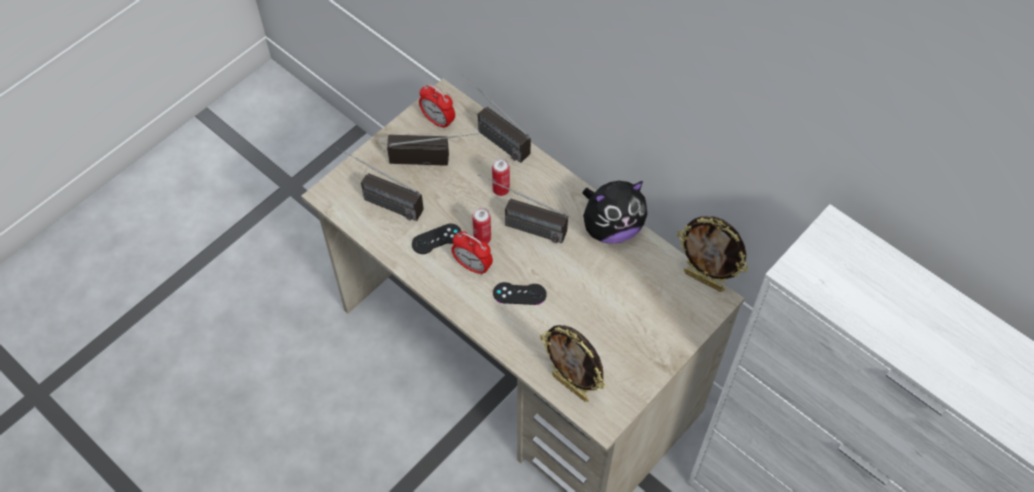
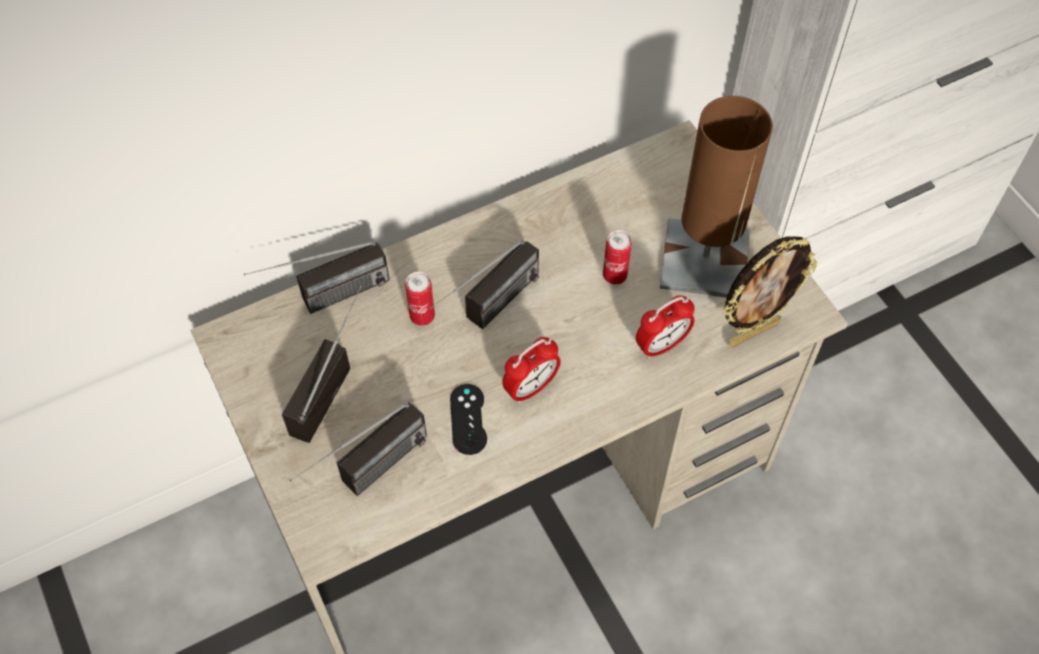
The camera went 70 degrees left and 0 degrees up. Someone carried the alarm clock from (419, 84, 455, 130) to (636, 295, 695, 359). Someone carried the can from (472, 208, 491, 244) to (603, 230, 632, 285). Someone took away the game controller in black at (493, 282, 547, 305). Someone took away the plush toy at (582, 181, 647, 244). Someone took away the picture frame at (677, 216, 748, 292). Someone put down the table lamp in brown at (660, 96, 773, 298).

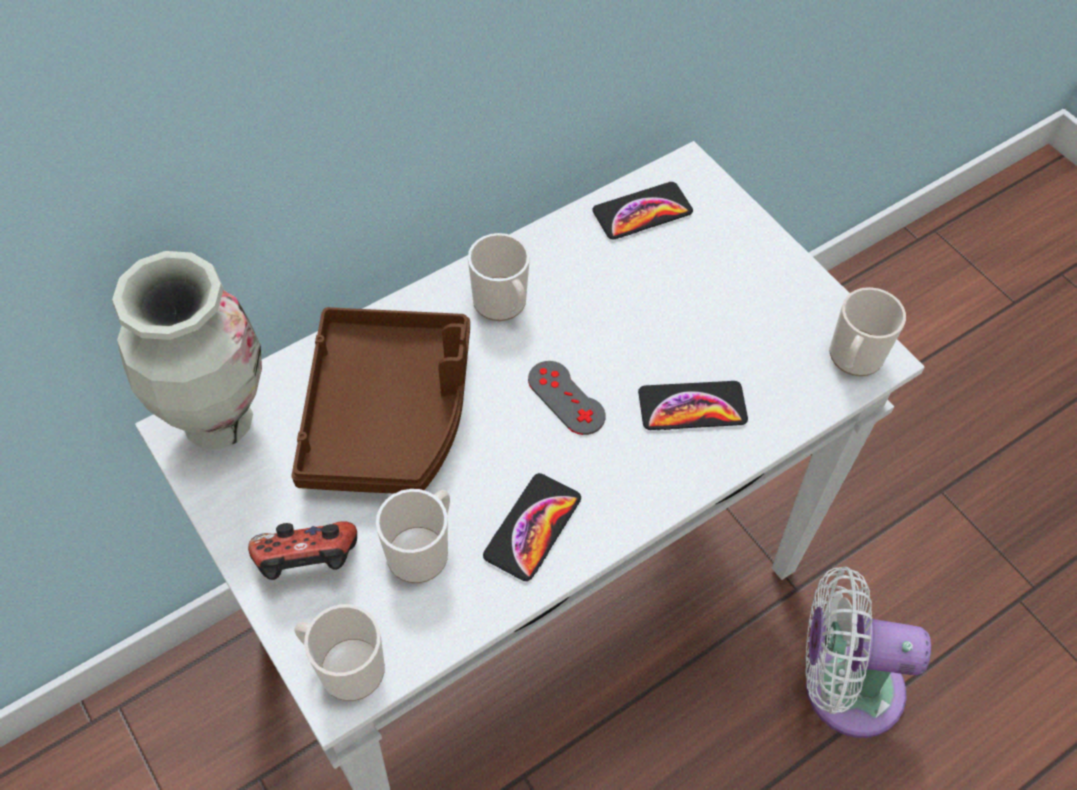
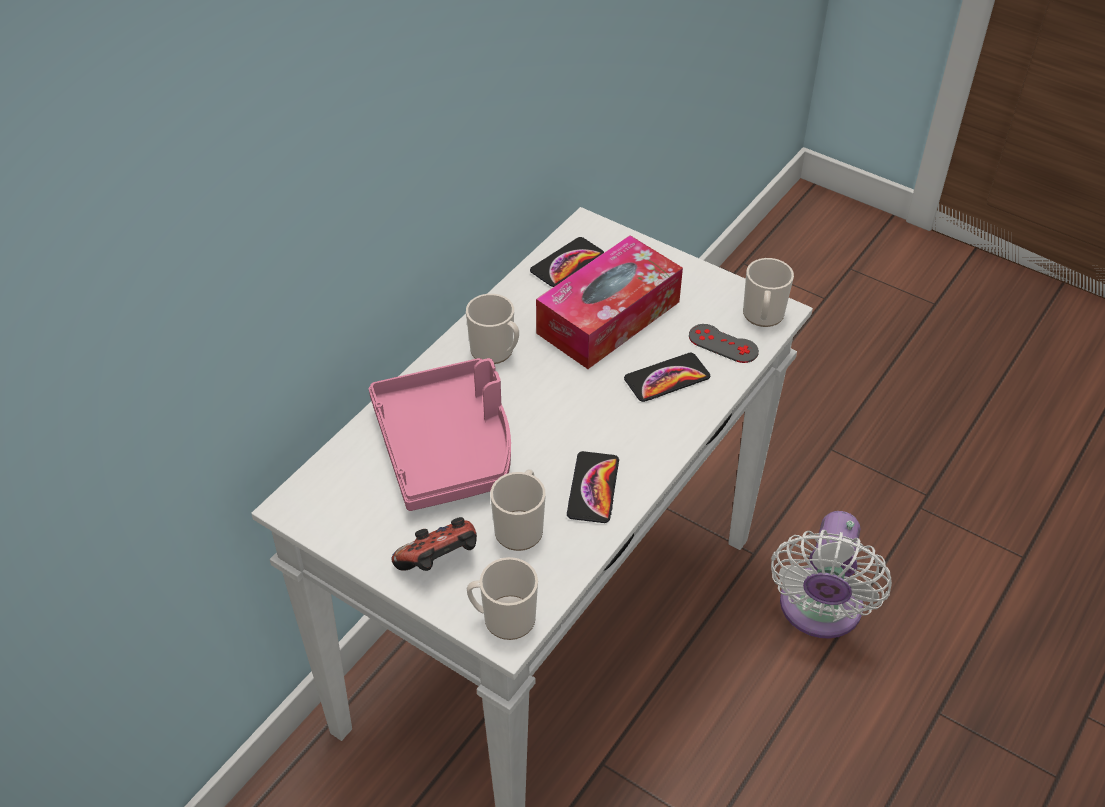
The camera went 20 degrees left and 10 degrees down. Someone took away the vase at (112, 251, 262, 449). Someone repainted the tray in brown at (291, 307, 470, 493), which became the tray in pink at (369, 358, 511, 511). Someone carried the game controller in grey from (528, 361, 606, 435) to (689, 324, 759, 363). Someone rotated the fan in white at (806, 567, 931, 738) by 60 degrees counterclockwise. Someone put down the tissue box at (536, 235, 683, 369).

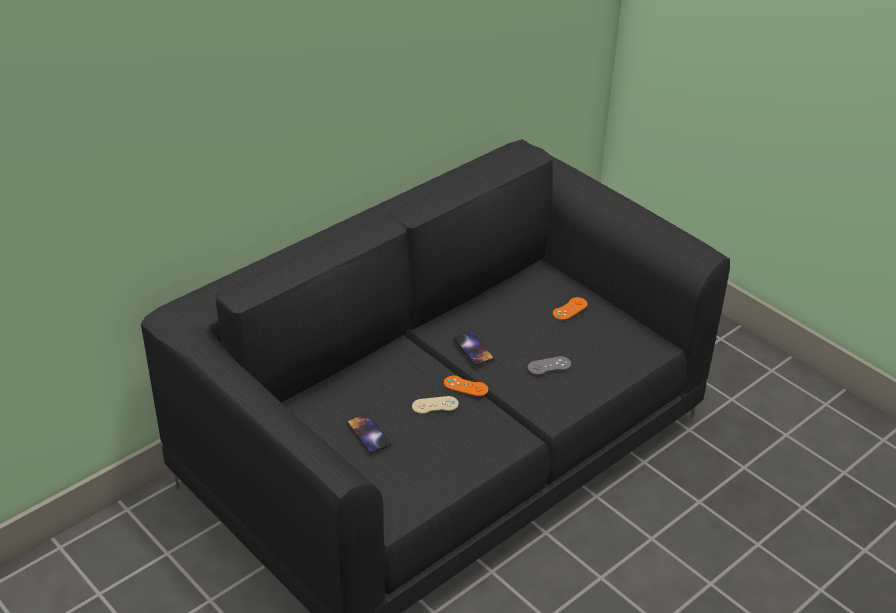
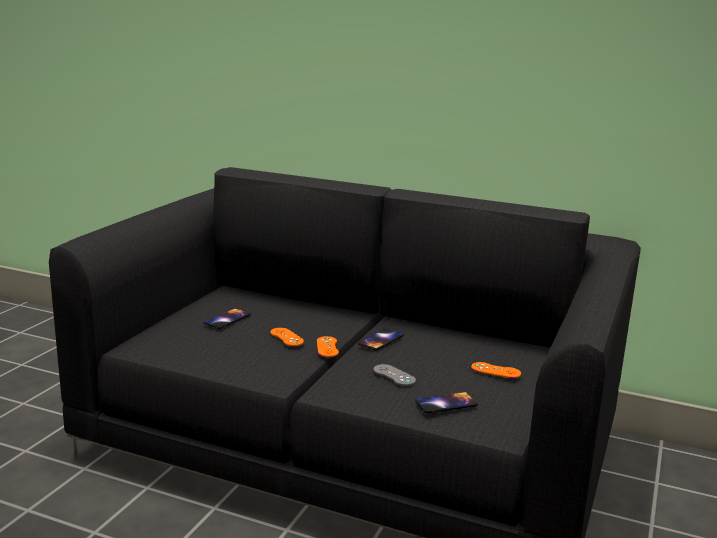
The camera went 65 degrees right and 20 degrees down. Someone repainted the game controller in beige at (412, 396, 459, 414), which became the game controller in orange at (270, 328, 304, 346). Someone put down the phone at (415, 392, 478, 413).

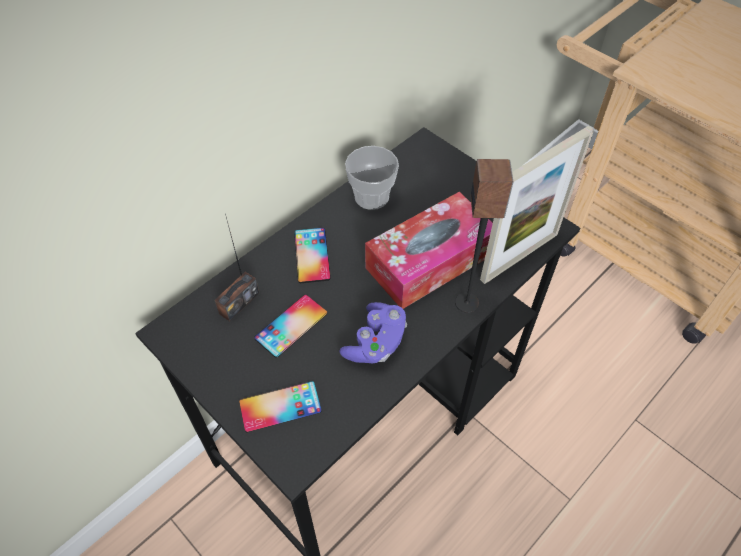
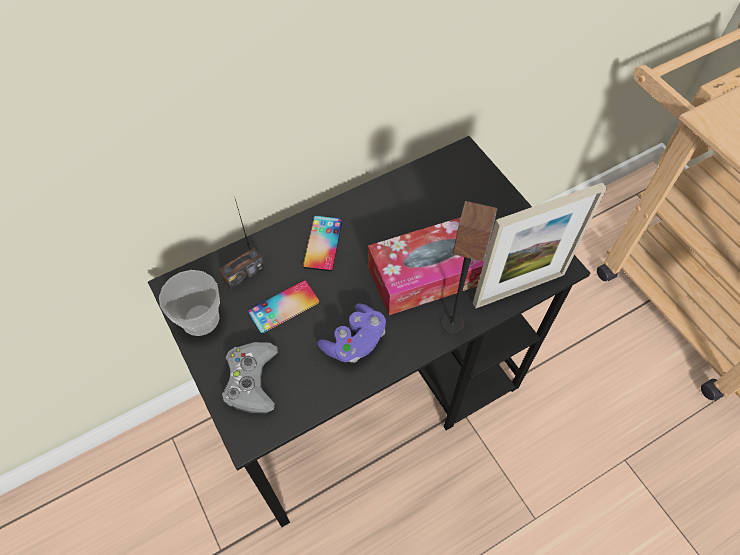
The camera went 15 degrees right and 5 degrees up. Someone swapped the phone at (239, 381, 322, 432) for the game controller in grey at (222, 342, 278, 413). Someone carried the cup from (345, 146, 399, 210) to (159, 270, 220, 336).

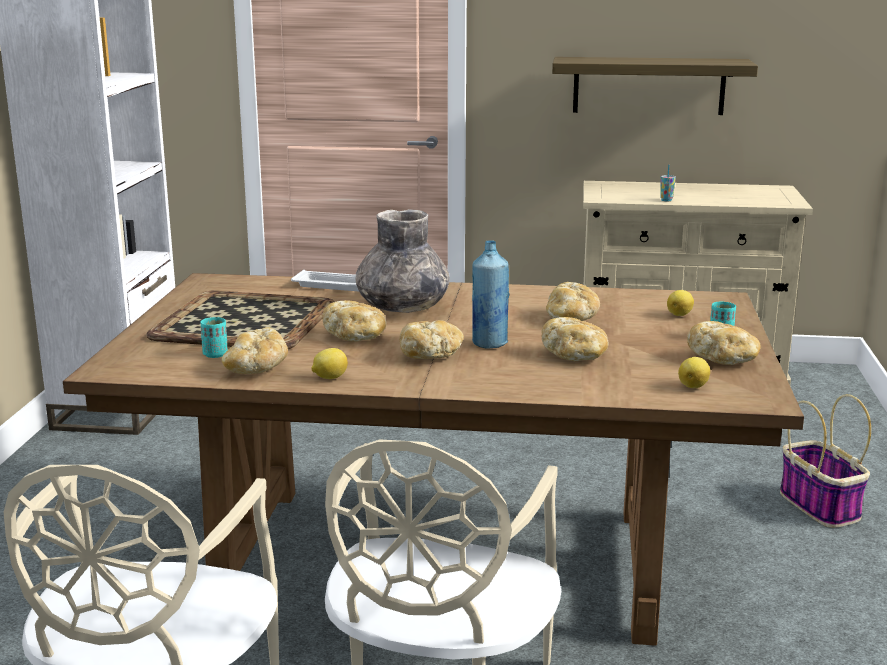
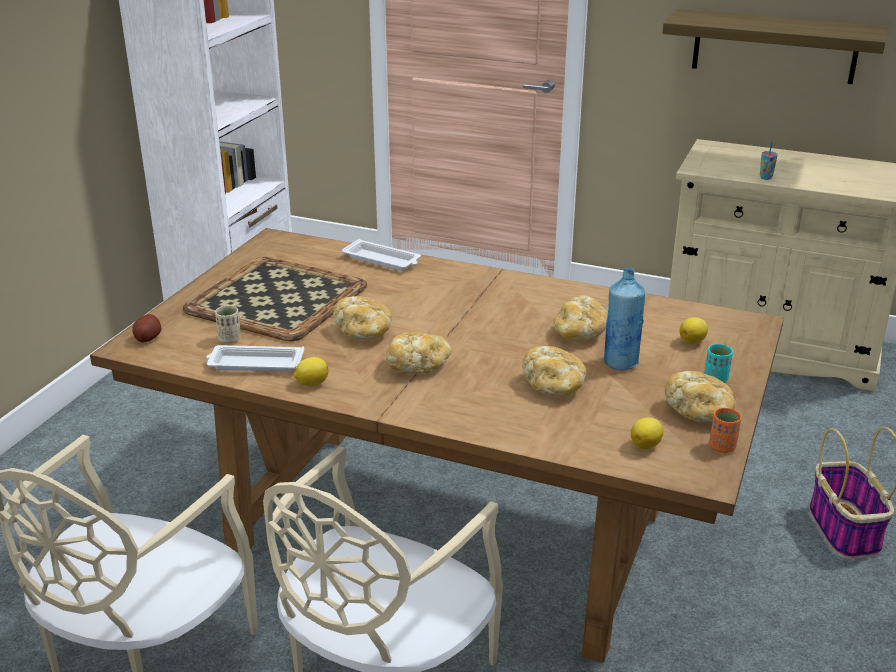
The camera went 15 degrees right and 10 degrees up. Someone repainted the cup in turquoise at (200, 317, 227, 358), which became the cup in beige at (215, 305, 241, 343). Someone swapped the bread at (222, 327, 288, 374) for the tray in white at (206, 345, 305, 372). Someone took away the vase in grey at (356, 209, 450, 313). Someone carried the bottle in blue from (472, 240, 510, 349) to (604, 268, 645, 370). Someone put down the potato at (132, 314, 161, 342). Someone put down the cup in orange at (709, 408, 741, 453).

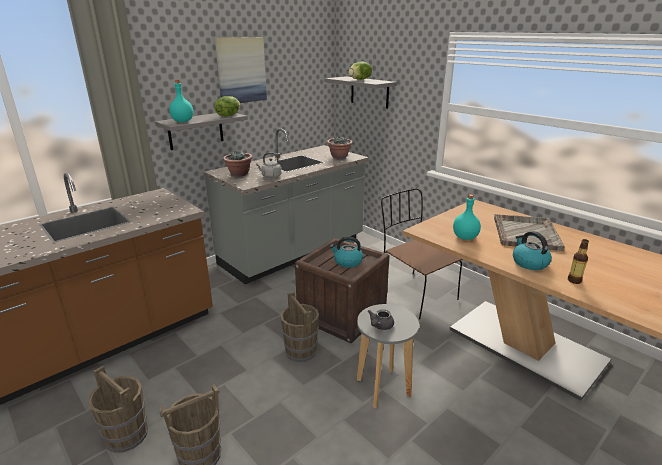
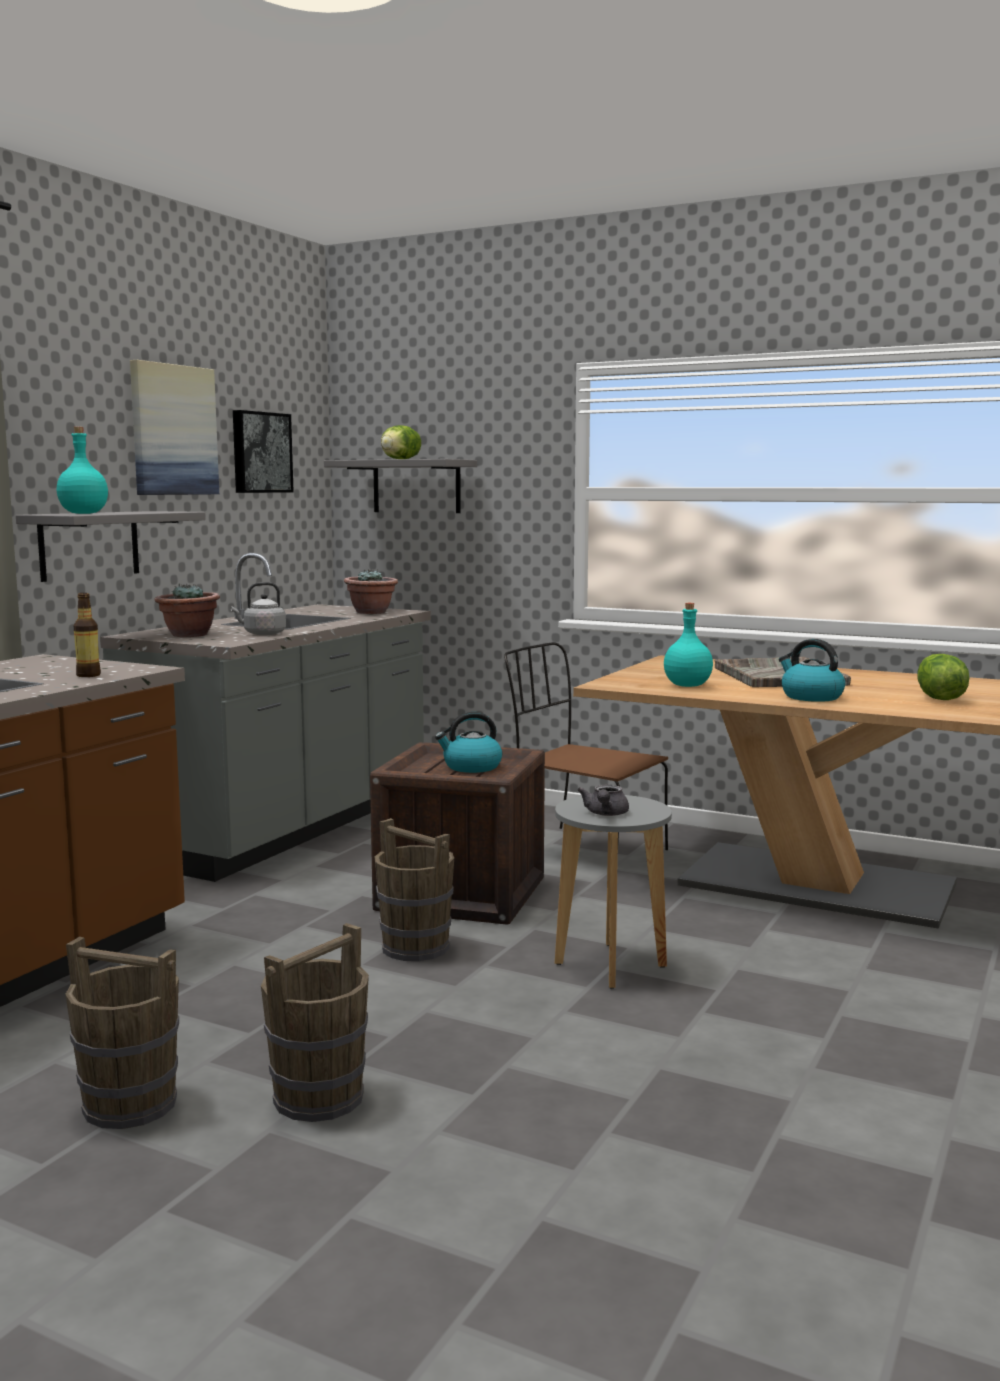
The camera went 20 degrees left and 15 degrees down. Someone carried the lettuce from (214, 96, 240, 117) to (917, 654, 969, 700). Someone carried the bottle from (568, 239, 589, 284) to (74, 593, 101, 677). Someone put up the picture at (233, 410, 294, 493).

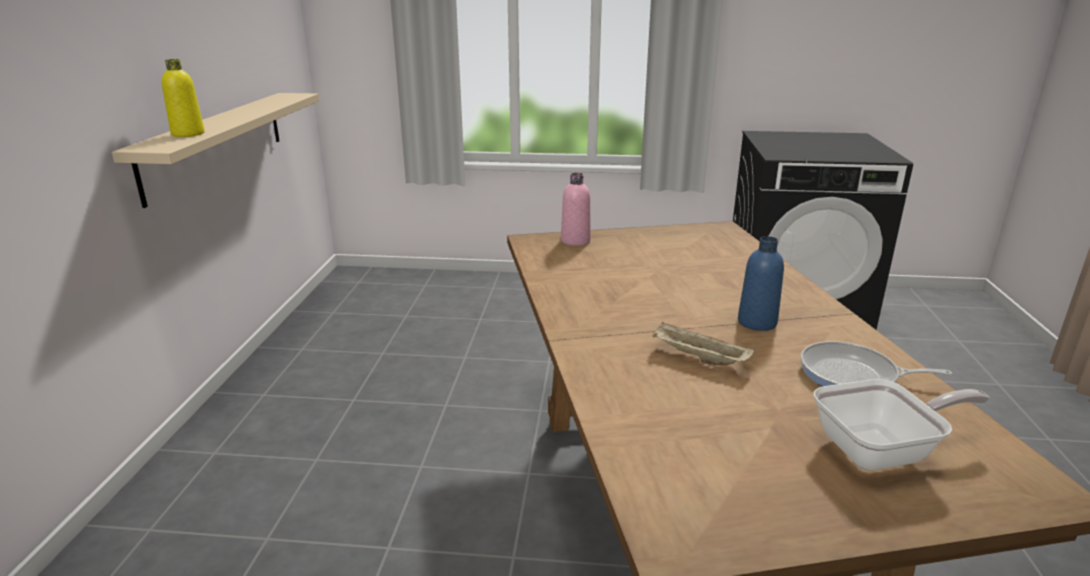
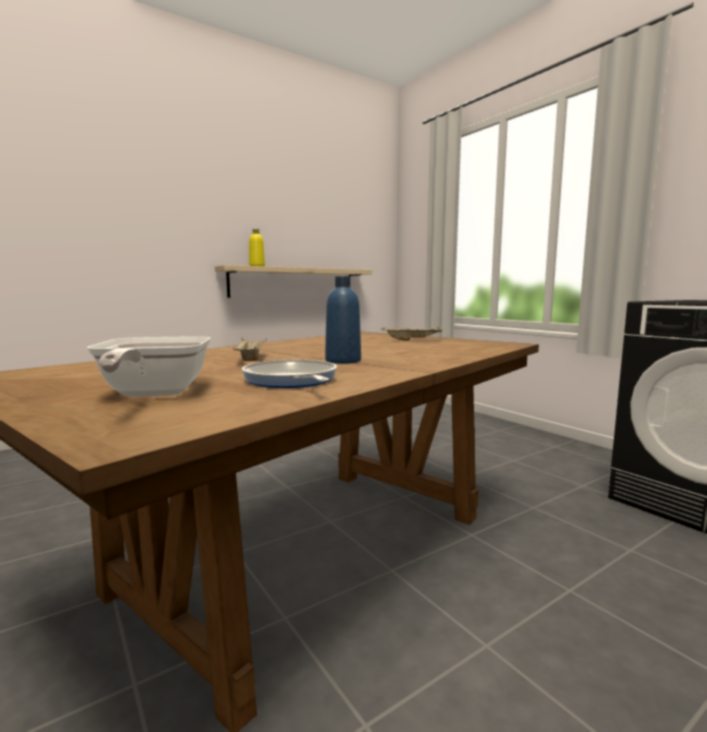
The camera went 50 degrees right and 15 degrees down. Someone took away the bottle in pink at (561, 173, 591, 246). Someone rotated the frying pan at (814, 379, 990, 471) by 45 degrees clockwise. Someone put down the tray in beige at (381, 327, 442, 341).

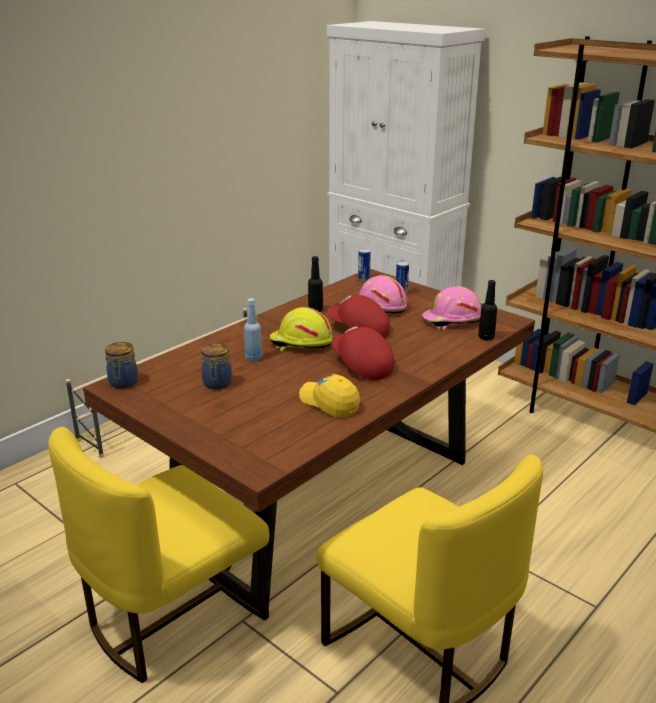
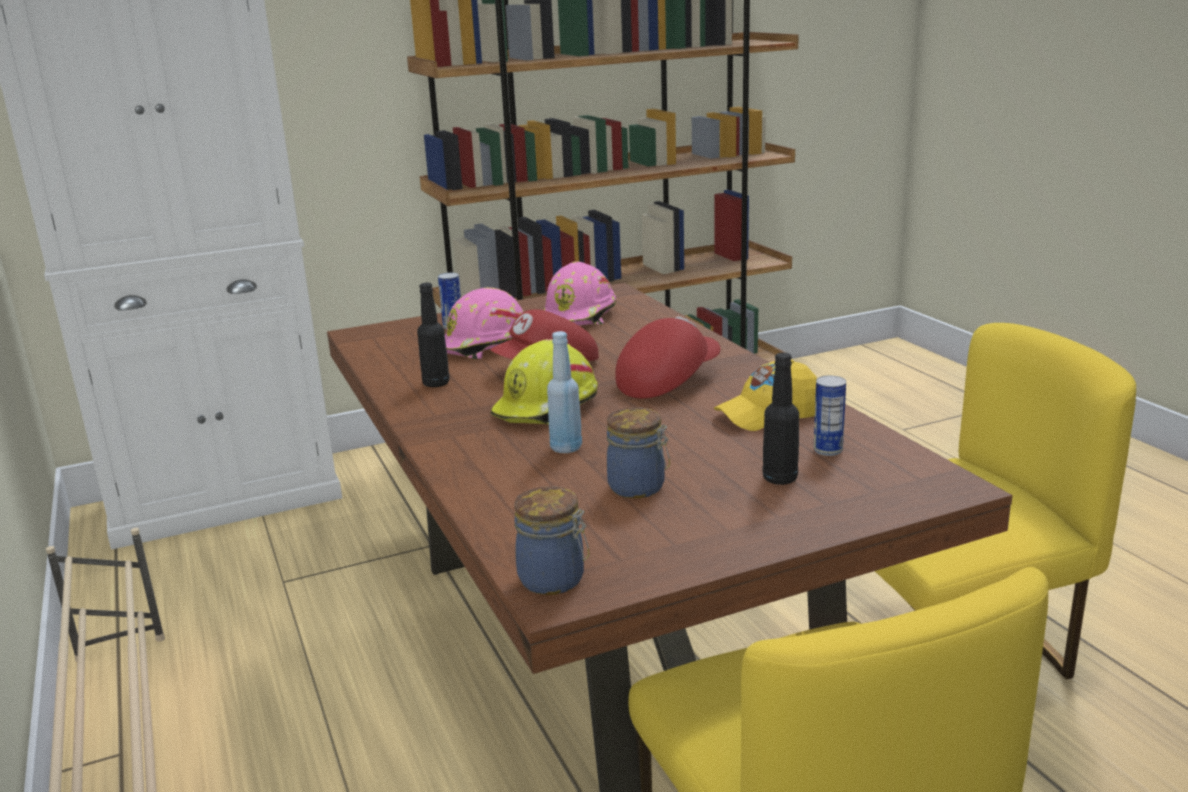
The camera went 65 degrees left and 5 degrees down. Someone rotated the cap in red at (331, 326, 394, 380) by 150 degrees clockwise. Someone carried the can from (358, 248, 371, 282) to (813, 376, 846, 456). Someone carried the bottle in black from (478, 280, 497, 340) to (762, 353, 799, 485).

